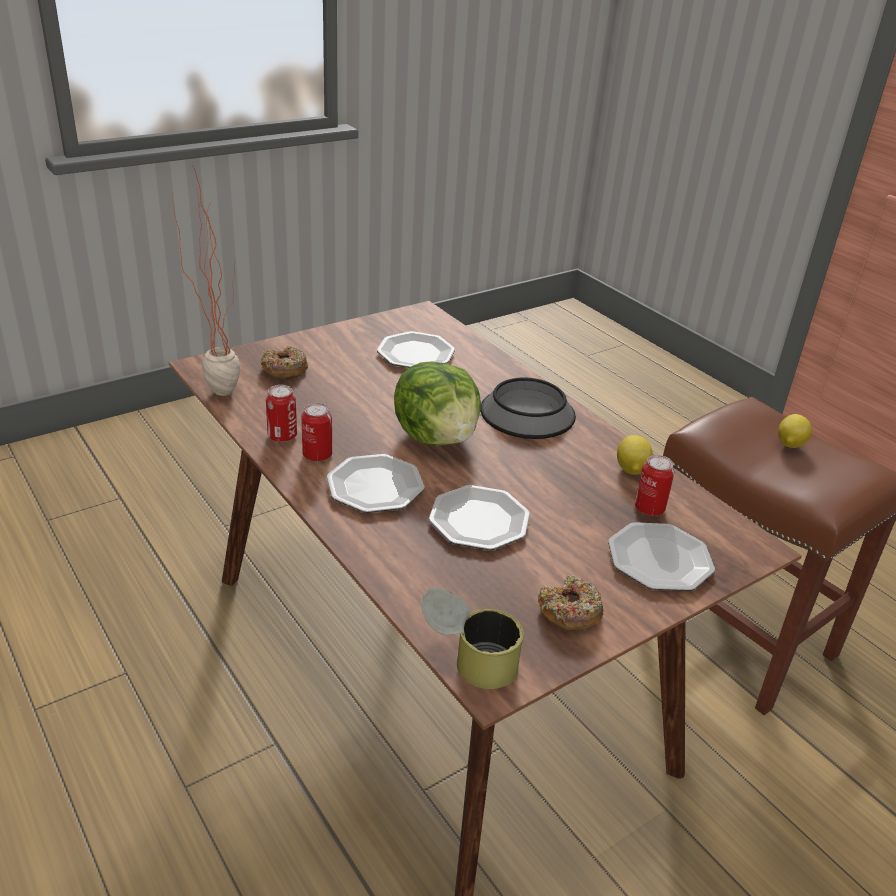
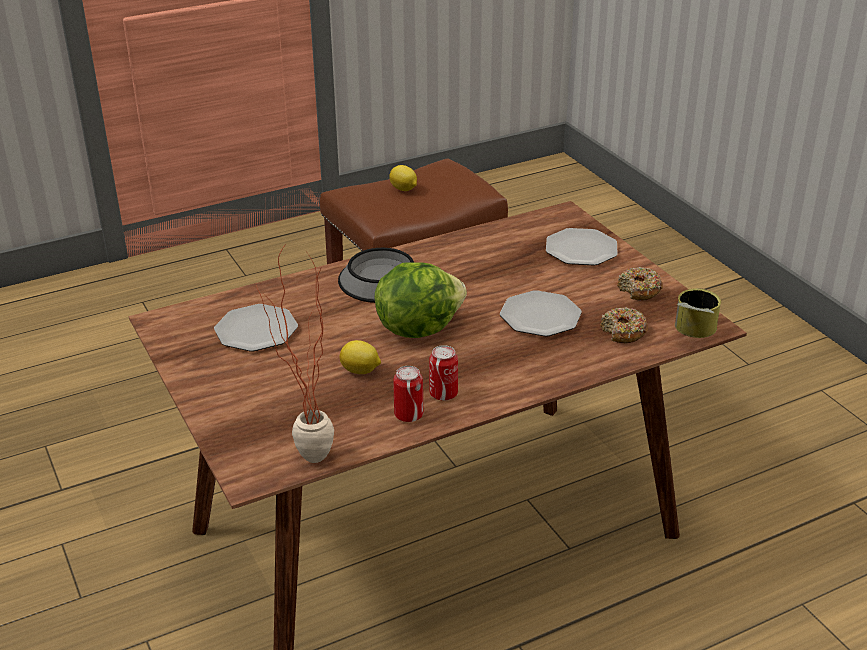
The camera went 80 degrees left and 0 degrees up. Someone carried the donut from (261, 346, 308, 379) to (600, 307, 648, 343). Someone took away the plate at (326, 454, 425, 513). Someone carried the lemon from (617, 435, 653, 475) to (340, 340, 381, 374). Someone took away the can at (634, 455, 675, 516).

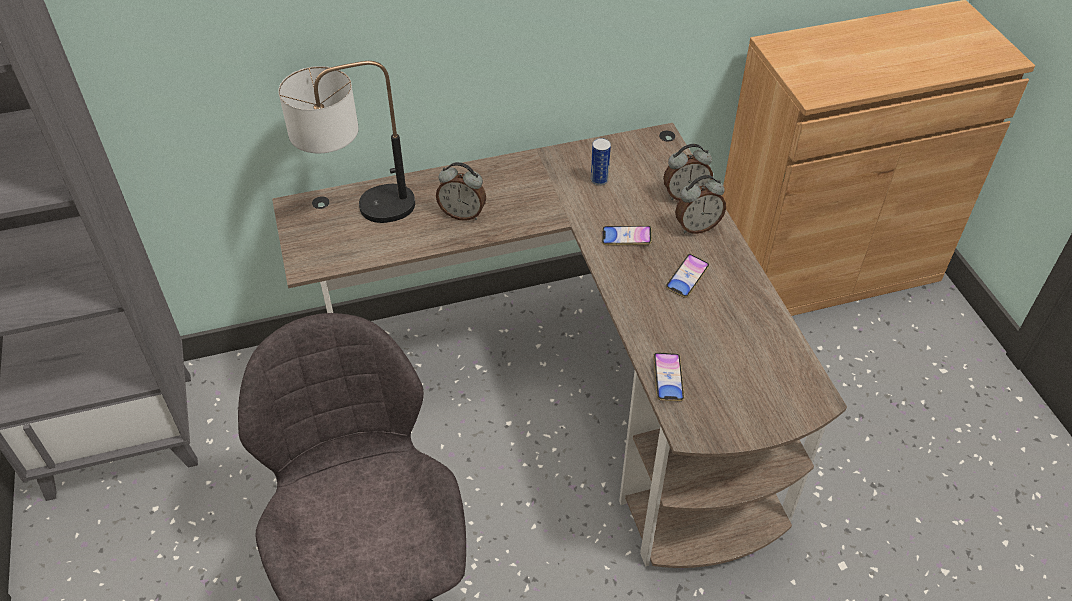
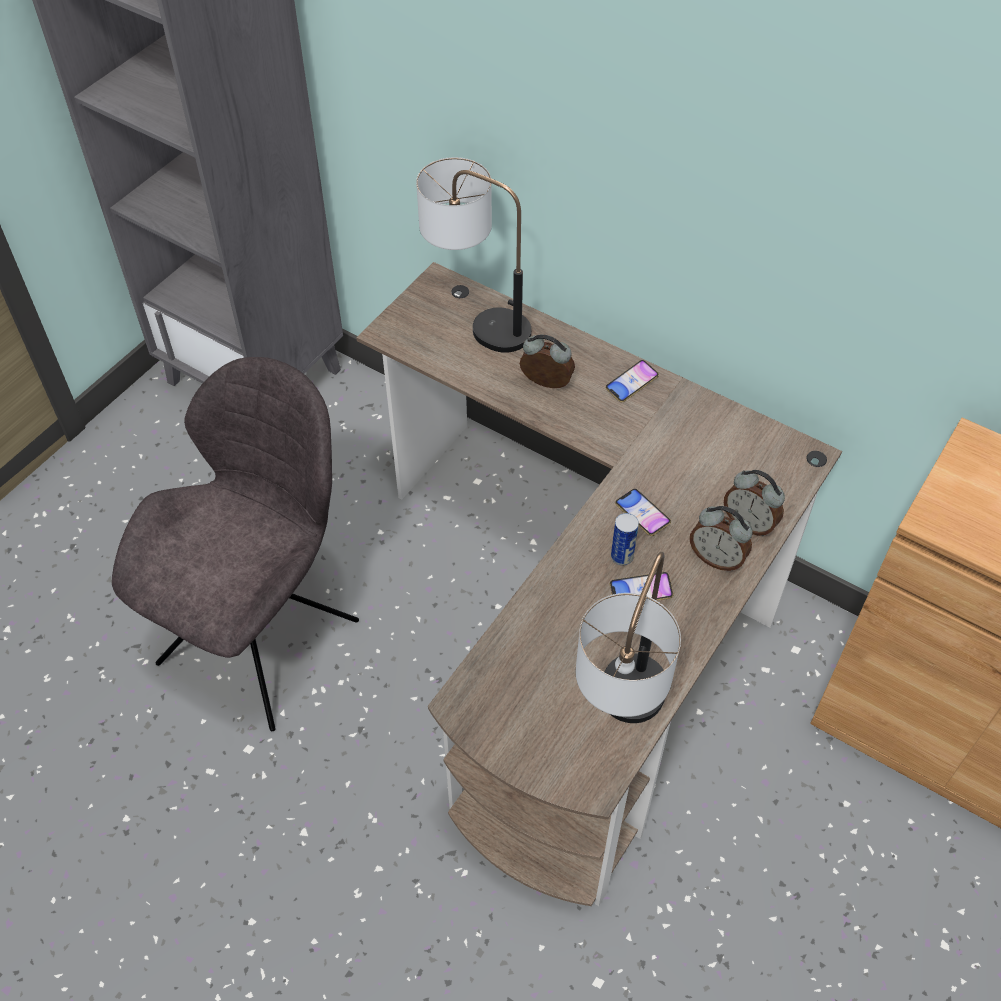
The camera went 50 degrees right and 5 degrees up. Someone rotated the alarm clock at (436, 162, 486, 221) by 135 degrees clockwise. Someone carried the can from (591, 138, 611, 186) to (611, 513, 639, 565). Someone carried the phone from (653, 353, 684, 401) to (605, 360, 659, 402). Someone put down the table lamp at (576, 552, 681, 723).

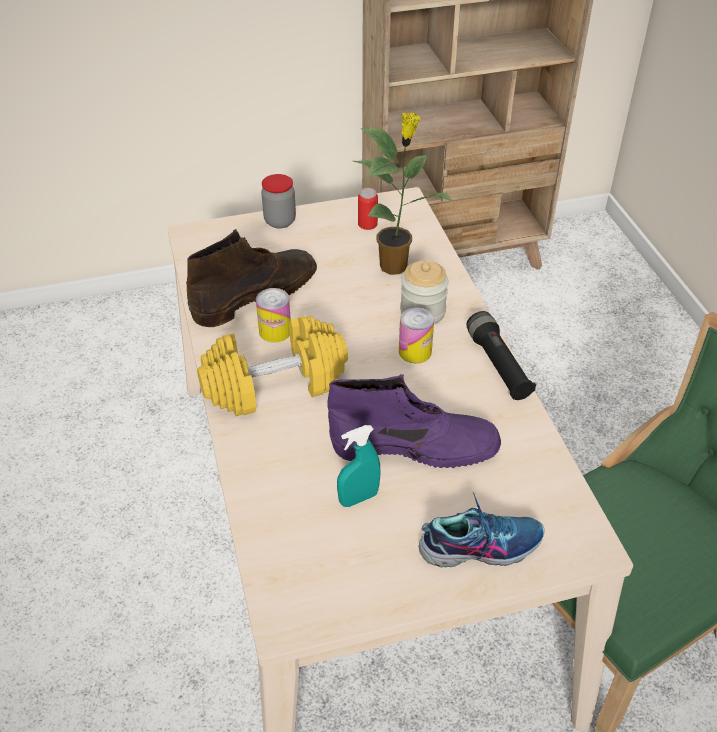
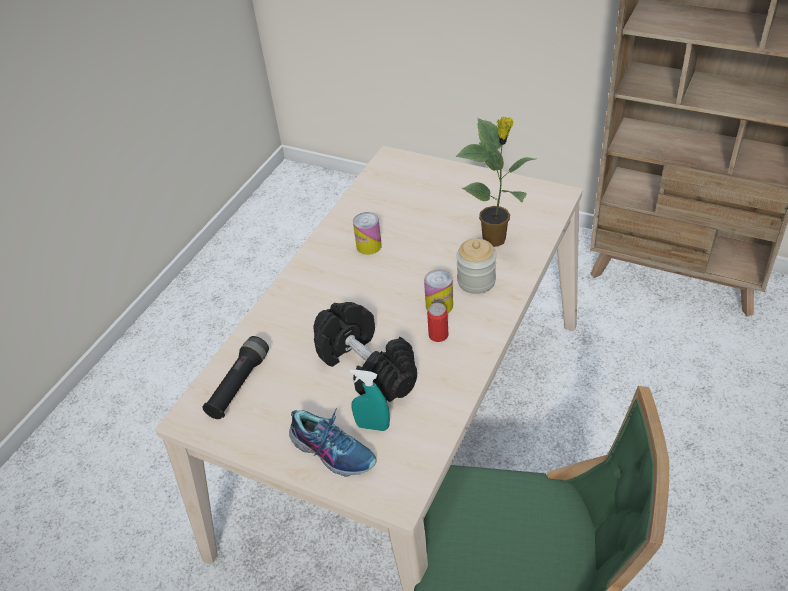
The camera went 45 degrees right and 0 degrees up. Someone took away the boot in brown at (186, 229, 317, 327). Someone took away the dumbbell in yellow at (197, 316, 348, 416). Someone took away the jar at (261, 174, 296, 229). Someone swapped the boot in purple at (327, 374, 501, 468) for the dumbbell in black at (313, 302, 417, 402). Someone carried the spray bottle in turquoise from (337, 425, 381, 507) to (350, 369, 390, 431). Someone carried the can from (358, 188, 378, 230) to (427, 303, 449, 342). Someone carried the flashlight in black from (466, 311, 536, 400) to (202, 336, 269, 419).

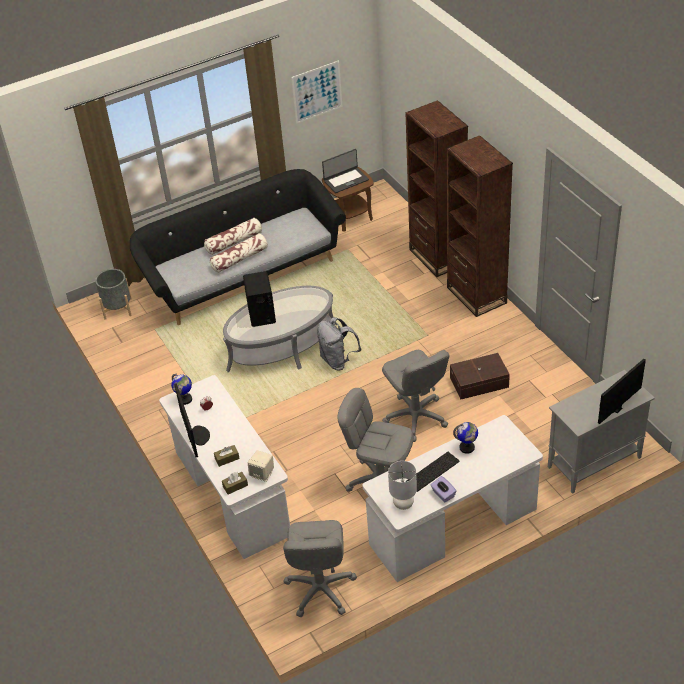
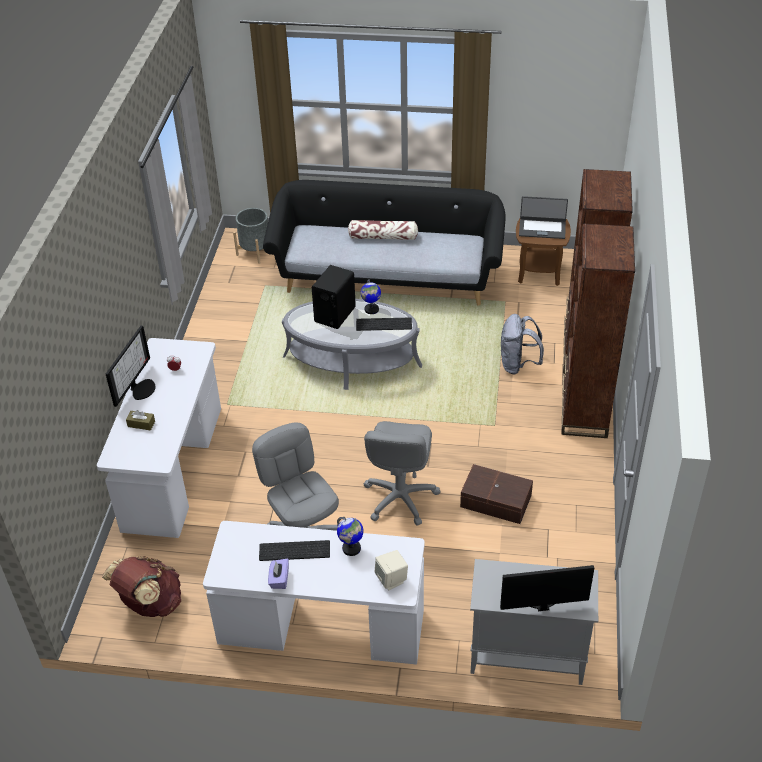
The camera went 35 degrees right and 0 degrees up. Someone carried the globe from (171, 373, 192, 405) to (361, 279, 381, 314). Someone took away the pillow at (210, 233, 268, 273). Someone took away the tissue box in brown at (222, 472, 248, 494). Someone carried the speaker in beige from (248, 450, 274, 482) to (375, 550, 408, 590). Someone swapped the office chair in grey at (283, 520, 357, 617) for the backpack in brown at (102, 556, 181, 617). Someone took away the picture at (291, 60, 343, 124). Someone carried the backpack in grey from (317, 317, 361, 370) to (501, 314, 544, 374). Someone took away the table lamp in grey at (388, 461, 417, 510). Someone put down the keyboard at (356, 317, 412, 331).

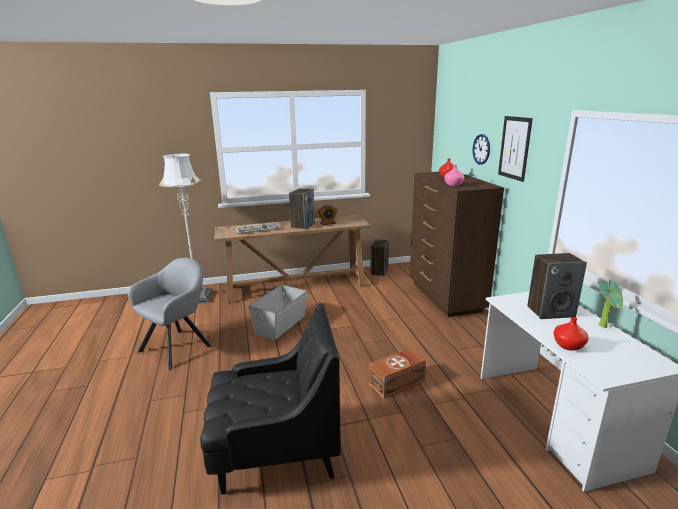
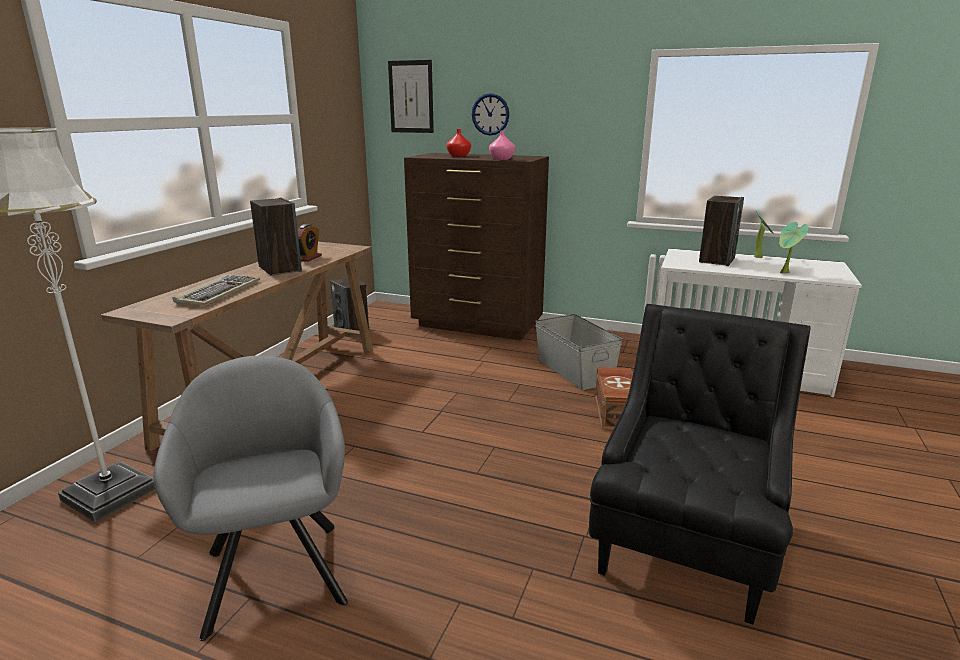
The camera went 55 degrees left and 0 degrees up. Someone carried the storage box in grey from (248, 285, 307, 340) to (535, 314, 622, 390). Someone carried the picture from (498, 116, 533, 182) to (388, 60, 434, 133). Someone swapped the vase in red at (554, 317, 589, 351) for the potted plant at (779, 222, 809, 274).

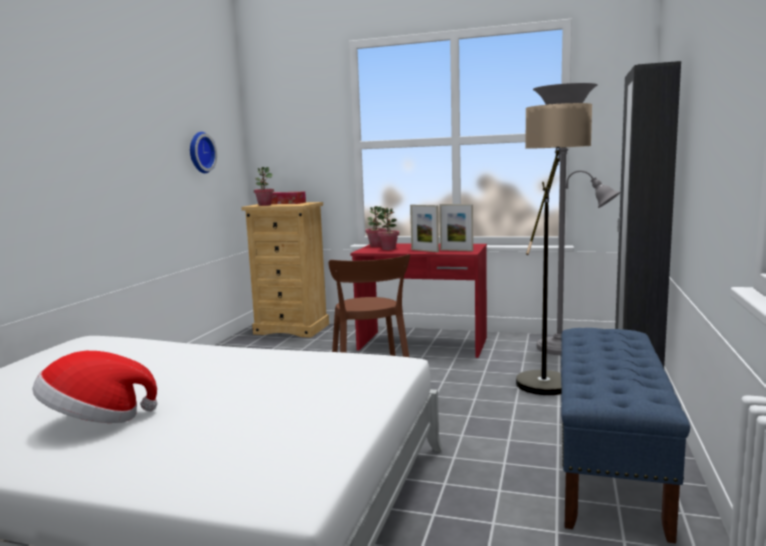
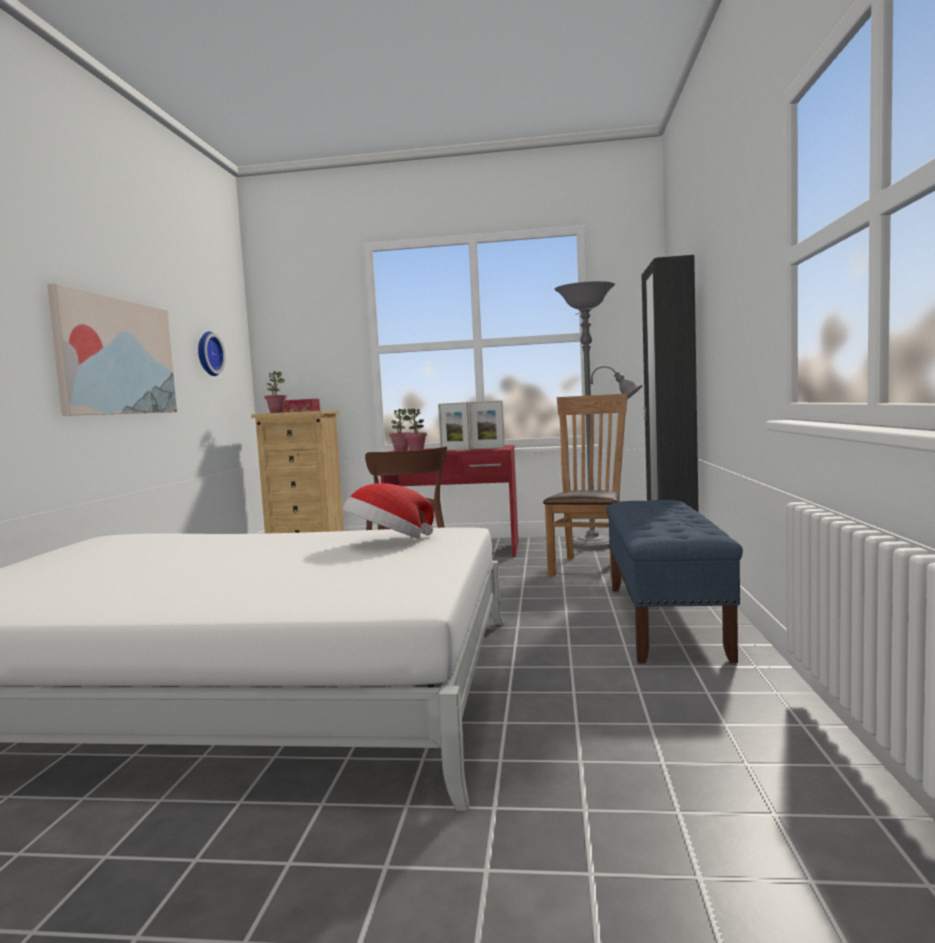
The camera went 10 degrees left and 5 degrees down. Someone carried the hat from (32, 351, 157, 423) to (343, 483, 434, 540). Someone swapped the floor lamp at (516, 103, 592, 395) for the chair in brown at (543, 394, 628, 578). Someone put up the picture at (47, 283, 177, 416).

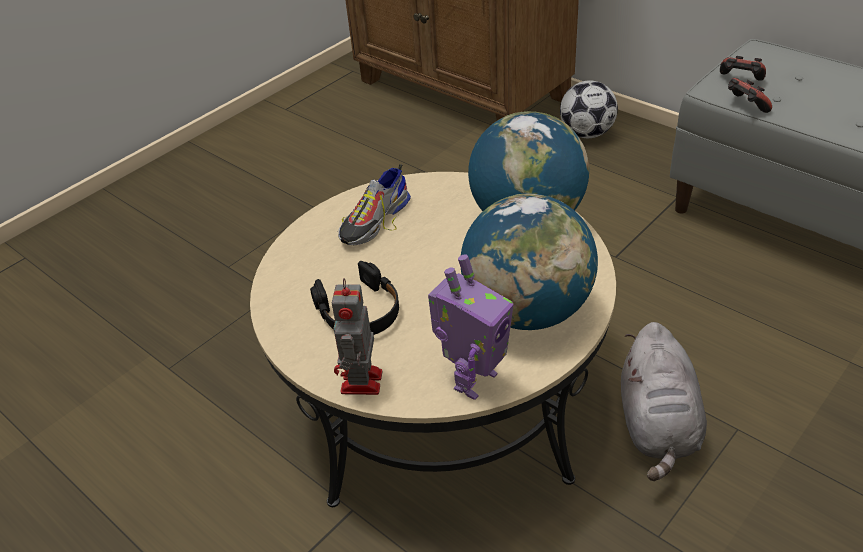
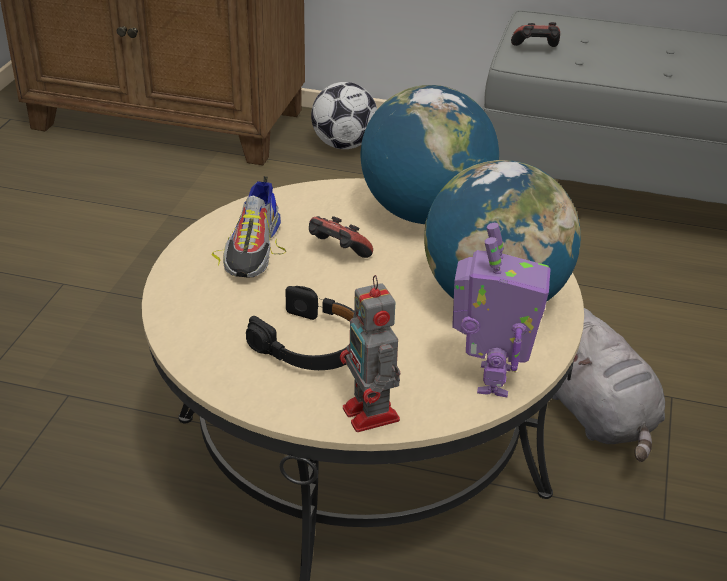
The camera went 30 degrees left and 5 degrees down. Someone carried the game controller from (728, 78, 772, 113) to (309, 216, 373, 258).

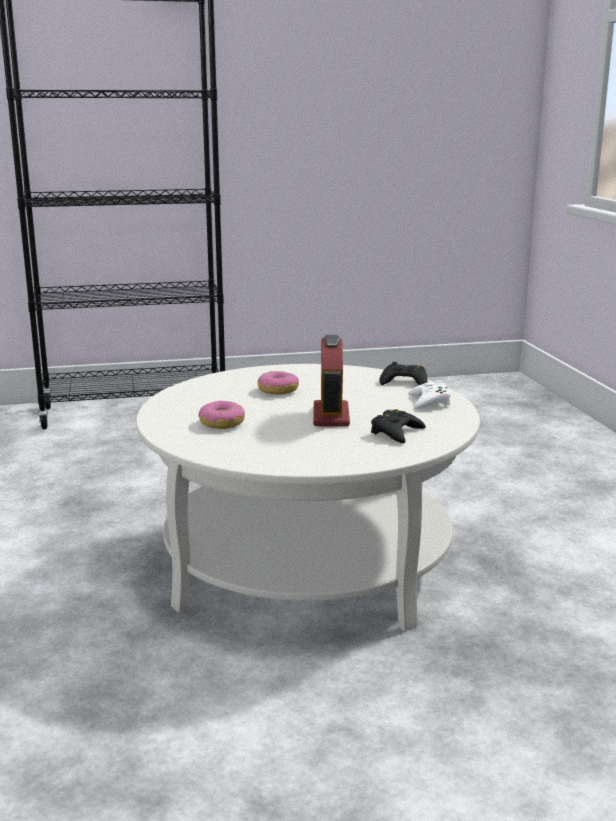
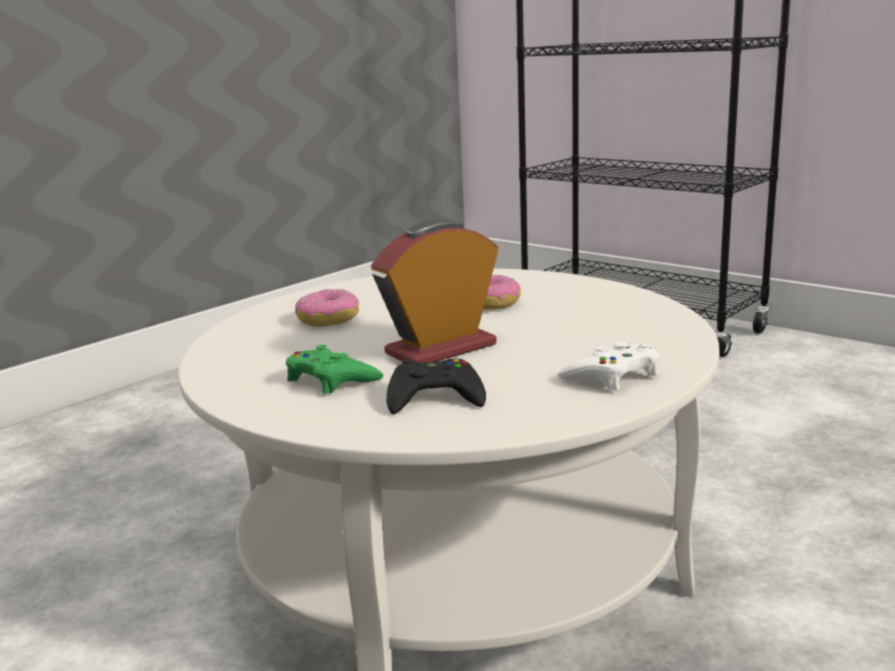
The camera went 55 degrees right and 0 degrees up. Someone took away the game controller in black at (380, 362, 428, 385). Someone put down the game controller in green at (286, 345, 383, 394).

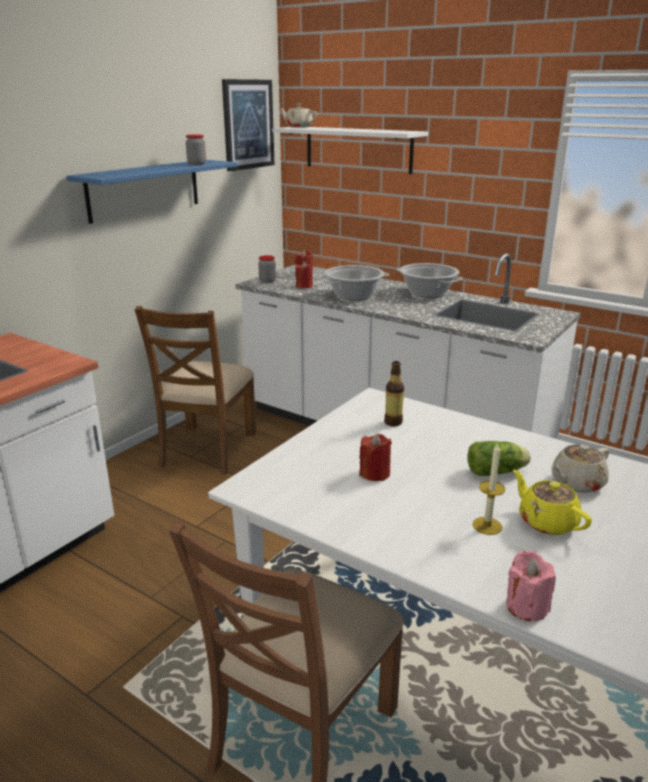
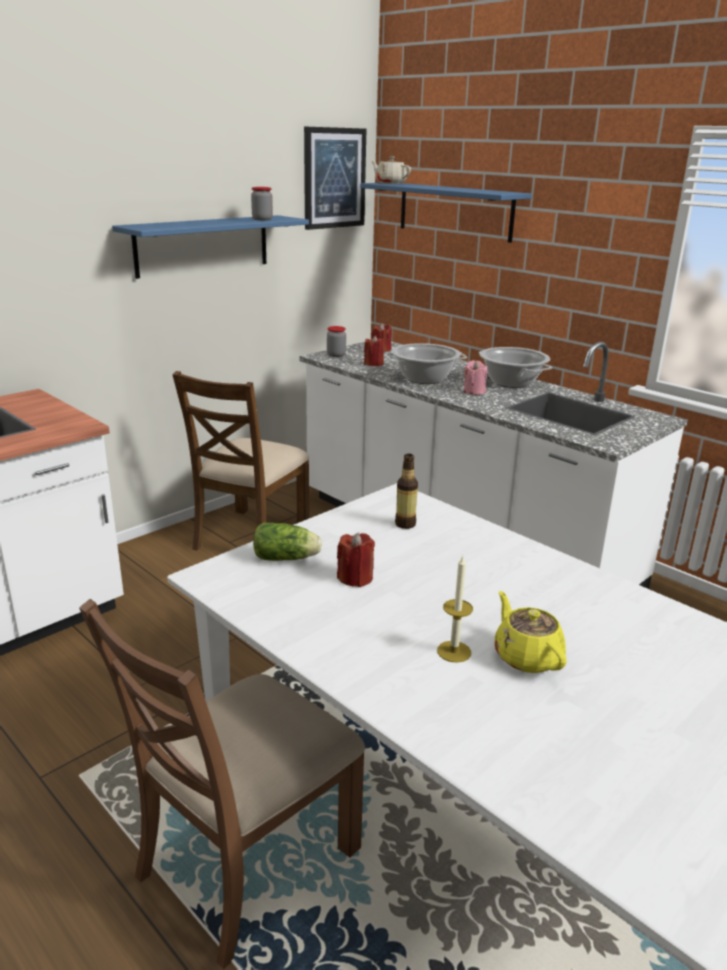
The camera went 10 degrees right and 0 degrees up. Someone repainted the shelf in white at (272, 127, 428, 174), which became the shelf in blue at (360, 183, 532, 243). Someone carried the lettuce from (467, 441, 531, 476) to (253, 522, 322, 561). Someone carried the candle in pink from (506, 551, 556, 622) to (464, 360, 487, 395). Someone took away the teapot in beige at (551, 444, 609, 493).

